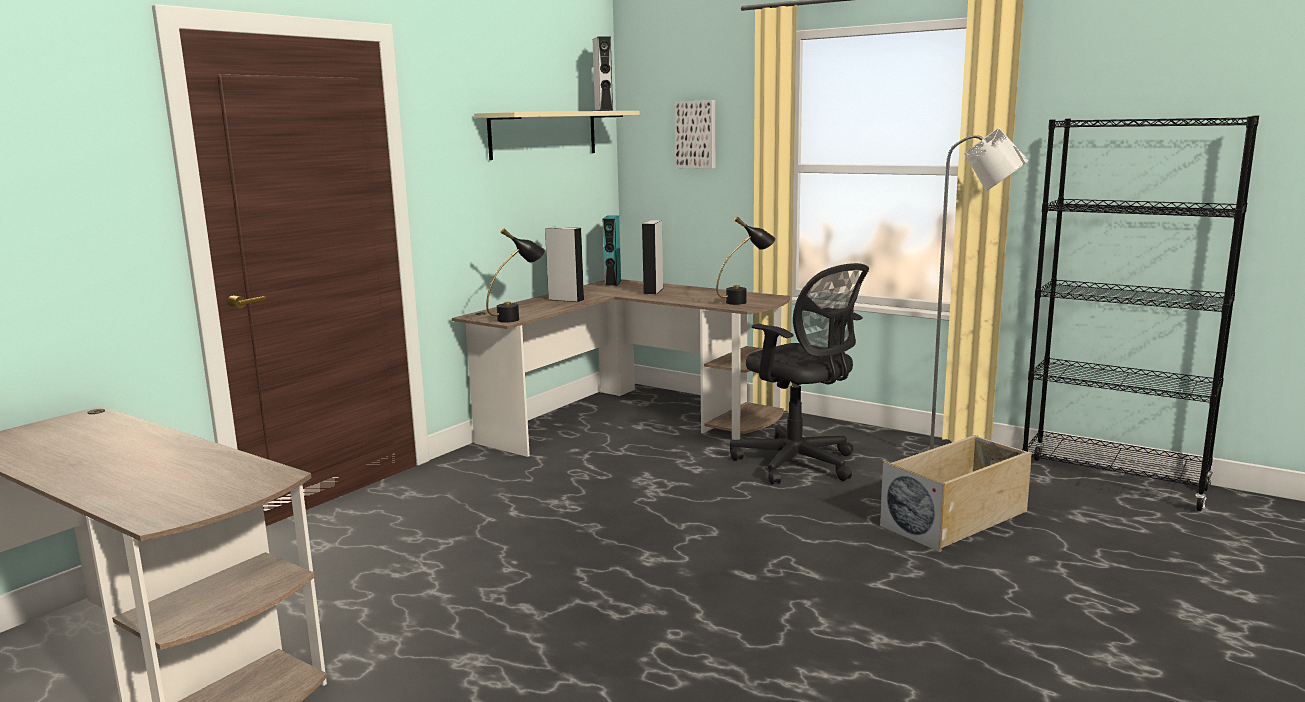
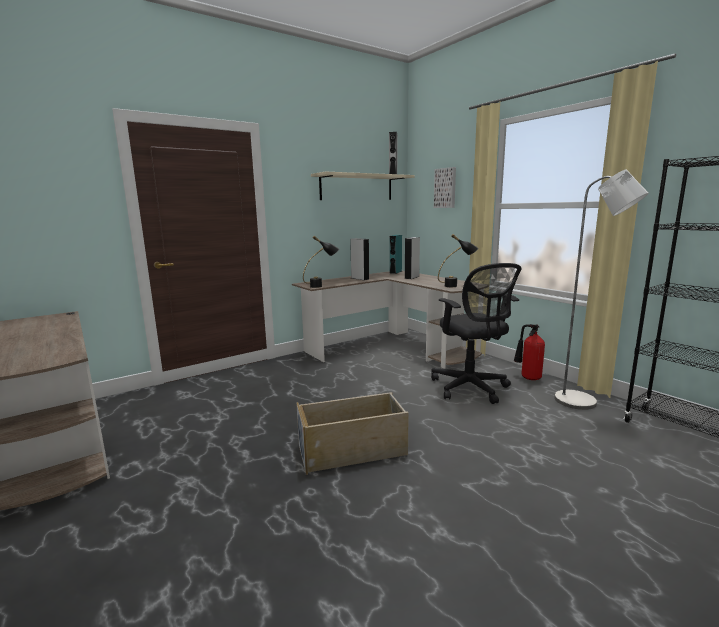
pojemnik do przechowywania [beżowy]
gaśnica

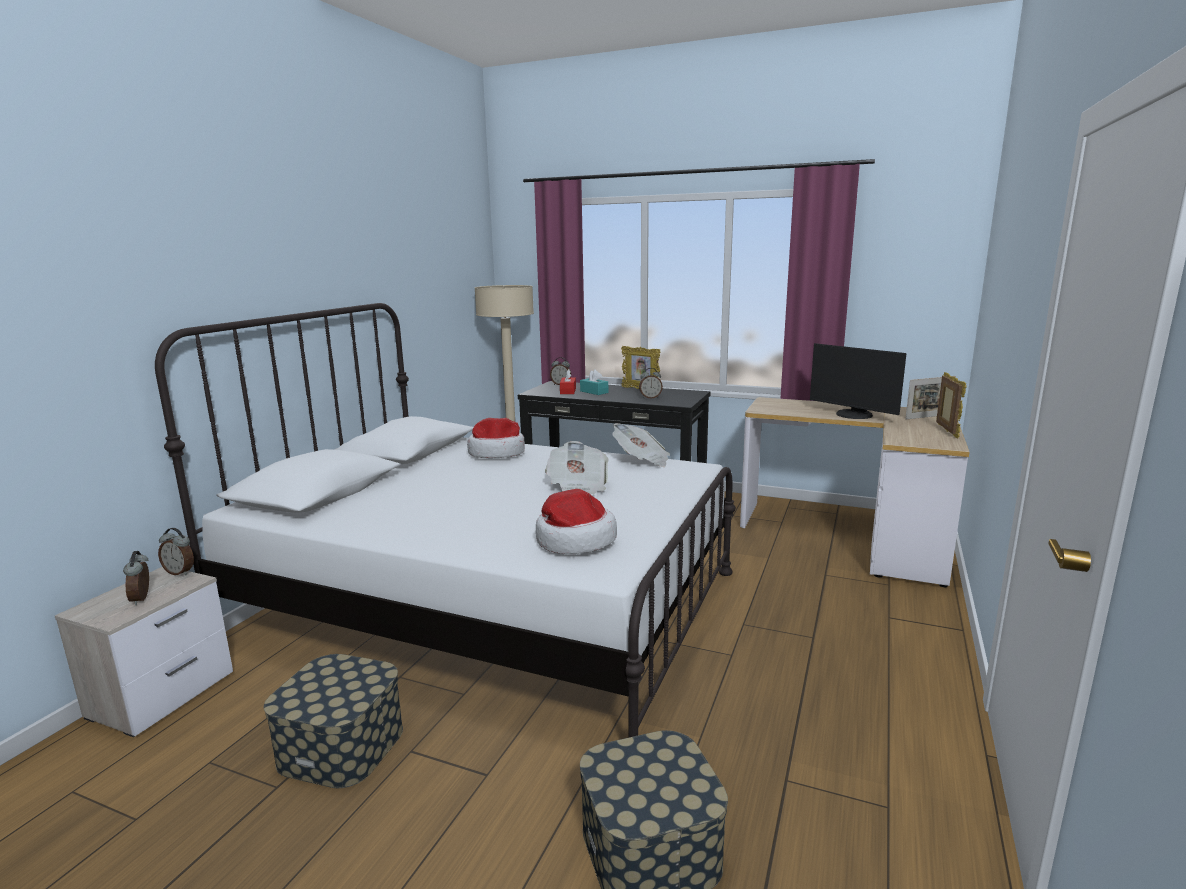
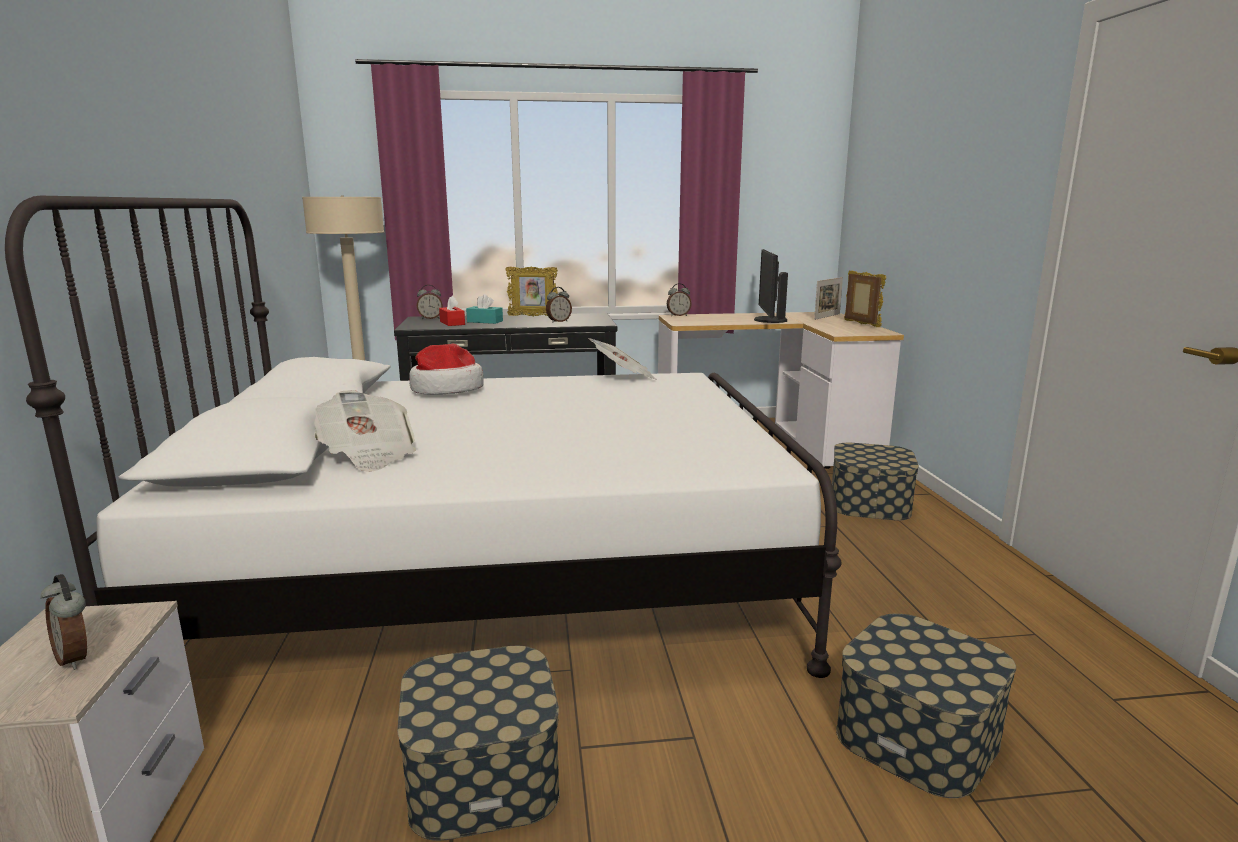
budzik (no. 4 from left)
kapelusz (no. 2 from left in the first image)
gazeta (no. 1 from left)
monitor
pojemnik do przechowywania (no. 2 from left)

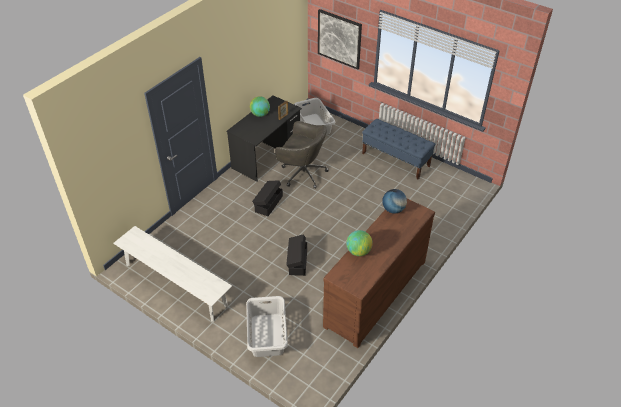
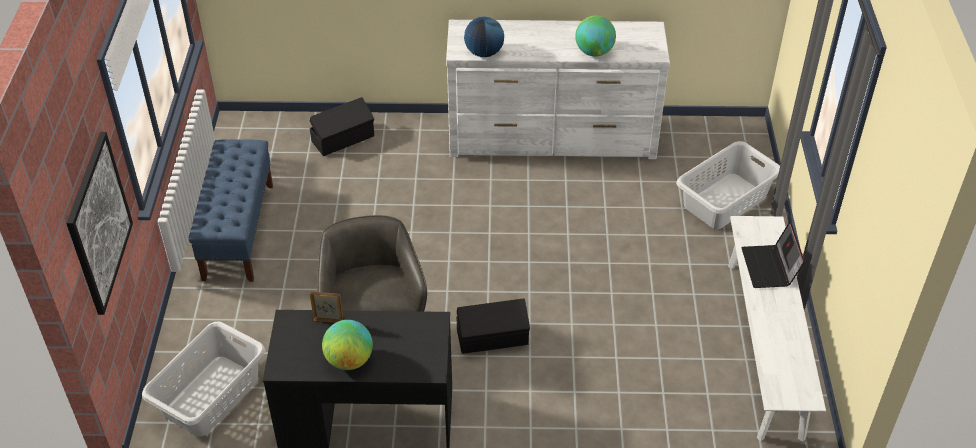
pojemnik do przechowywania [czarny] (no. 1 from left)
komoda [biały]
laptop

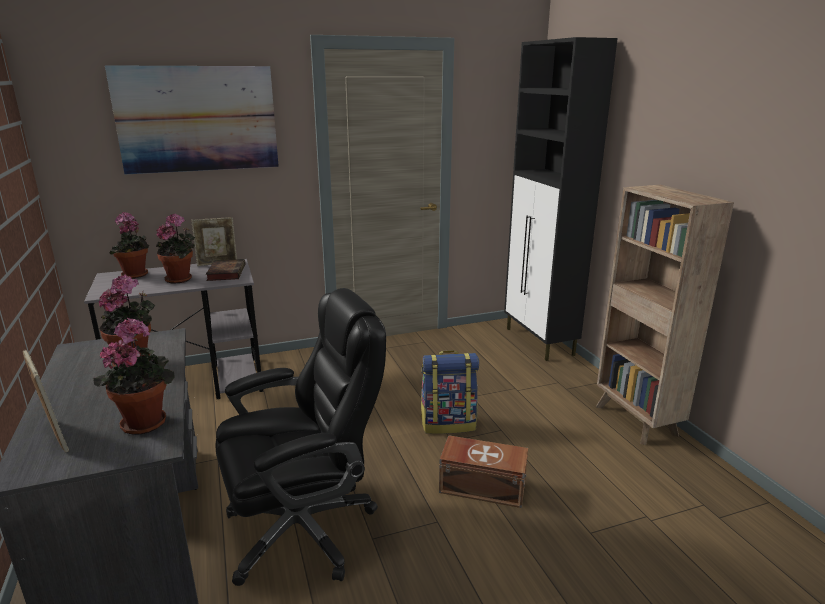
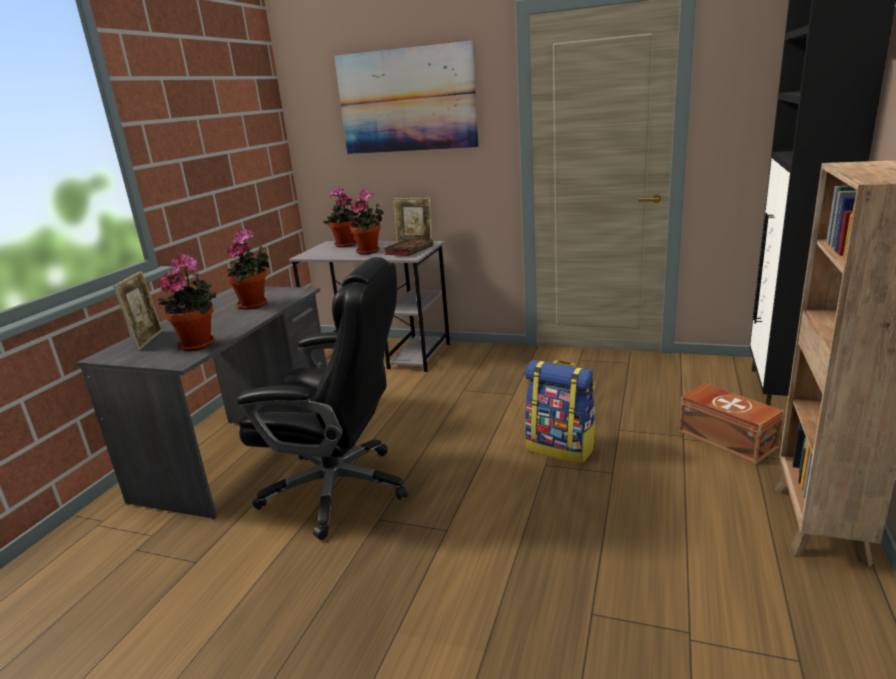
pojemnik do przechowywania [brązowy]

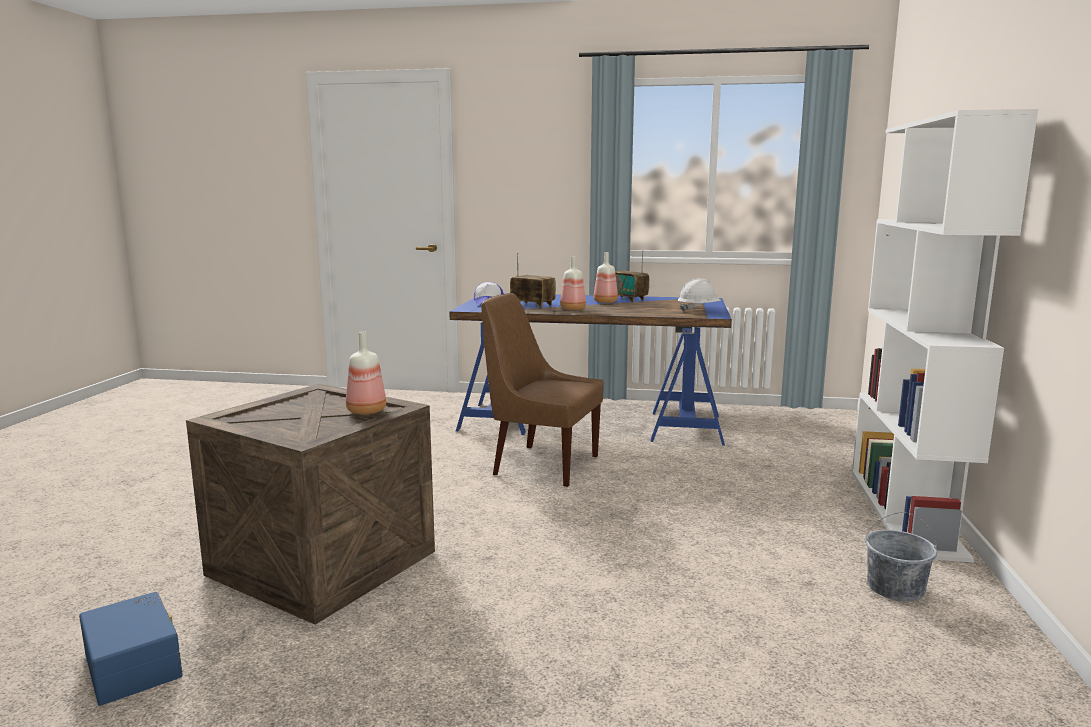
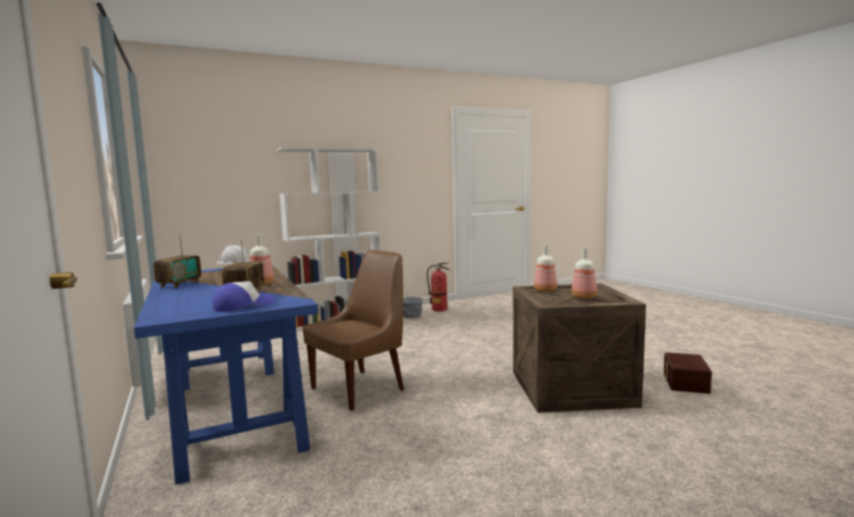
pojemnik do przechowywania [brązowy]
krzesło [brązowy]
butelka (no. 3 from left)
gaśnica

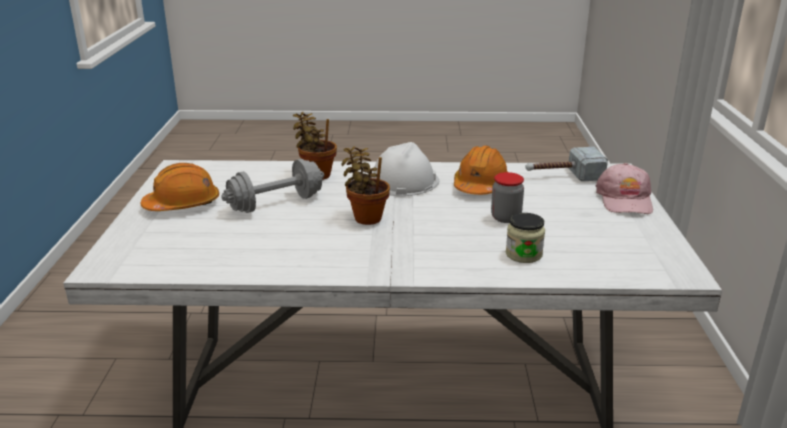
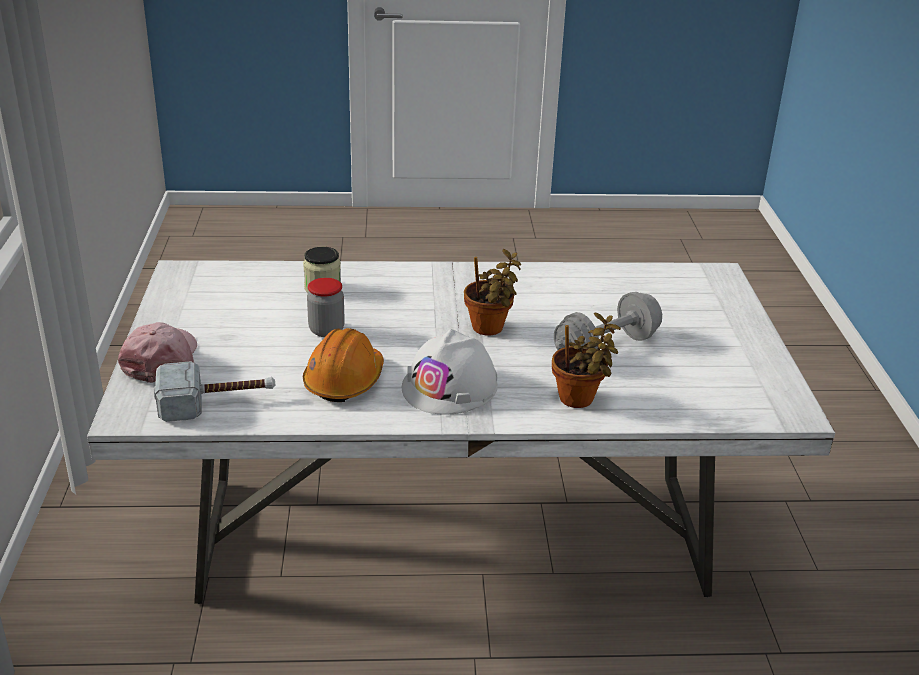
kask [pomarańczowy] (no. 1 from left in the first image)

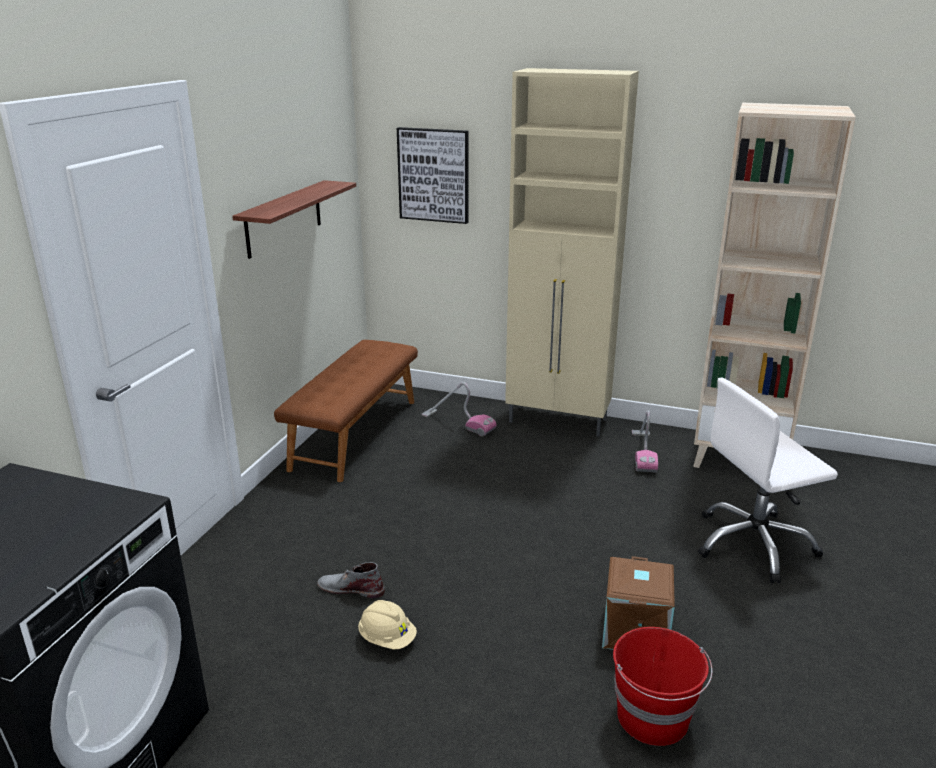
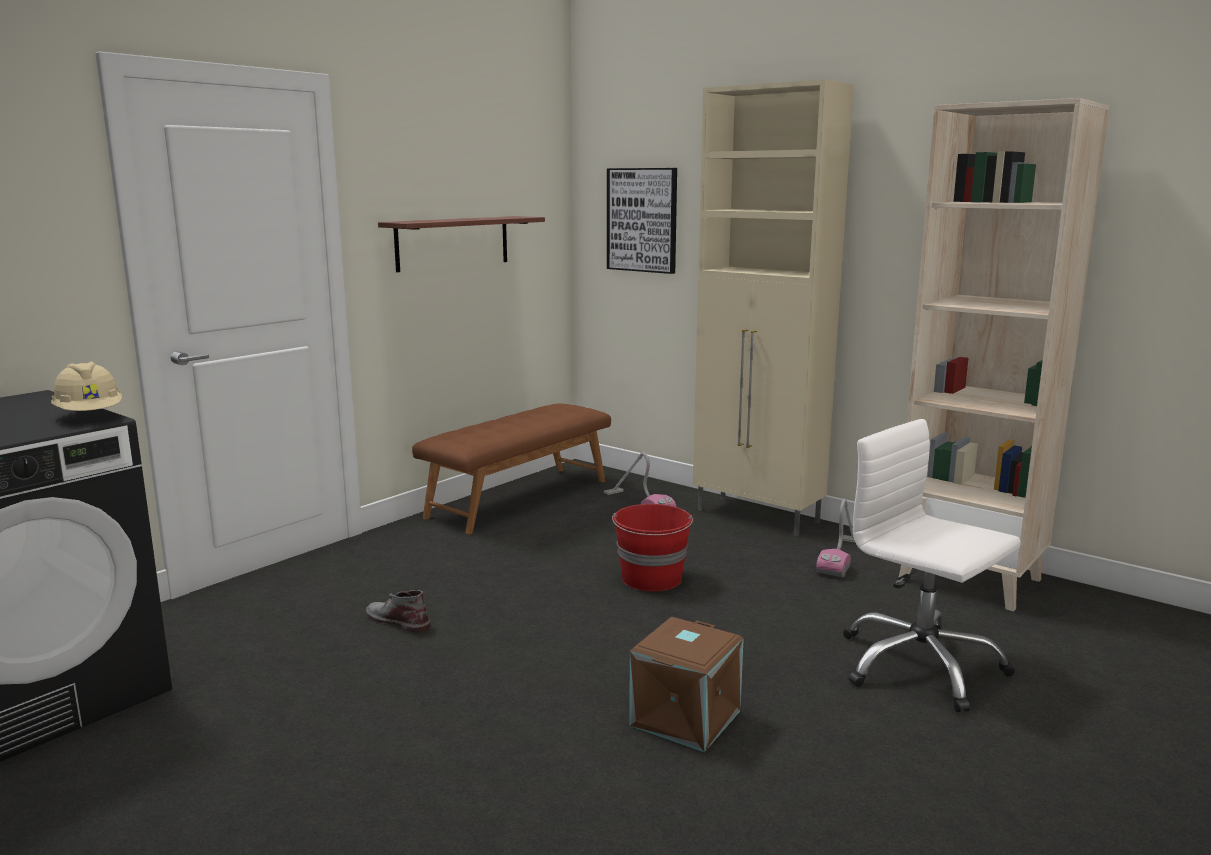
kask [beżowy]
wiadro [czerwony]
krzesło biurowe [biały]

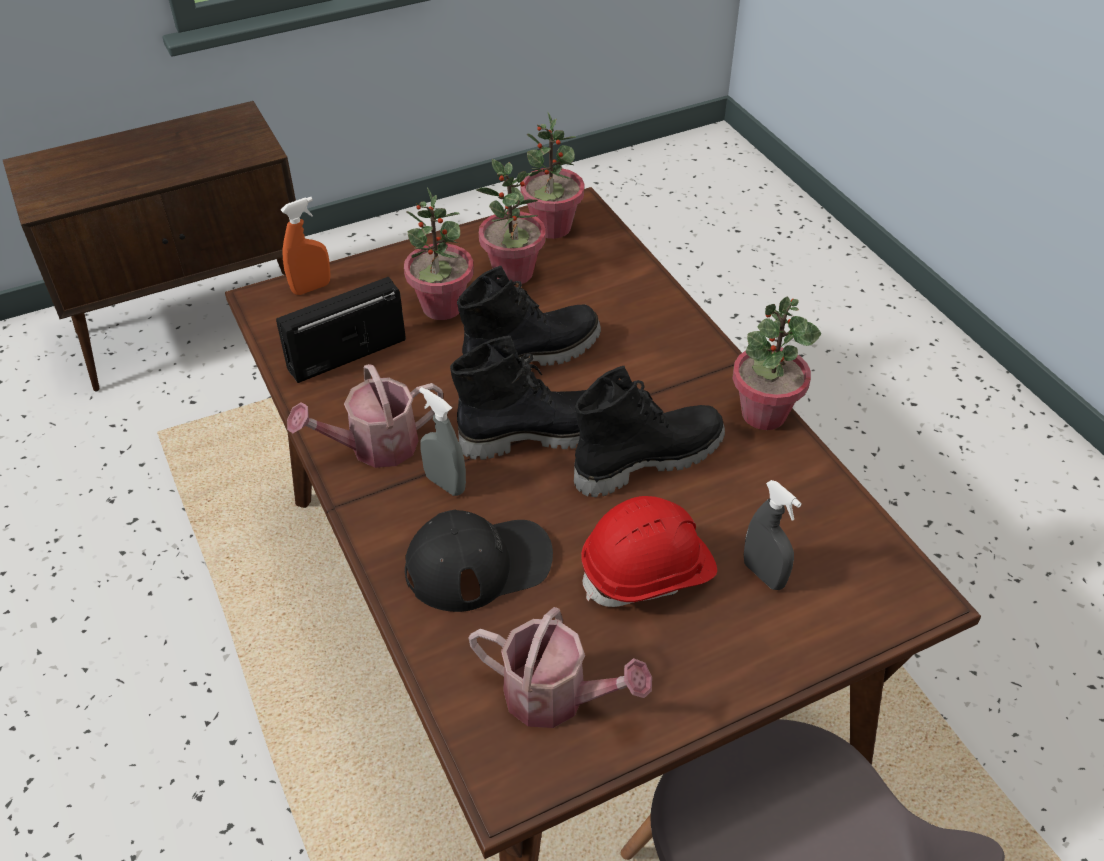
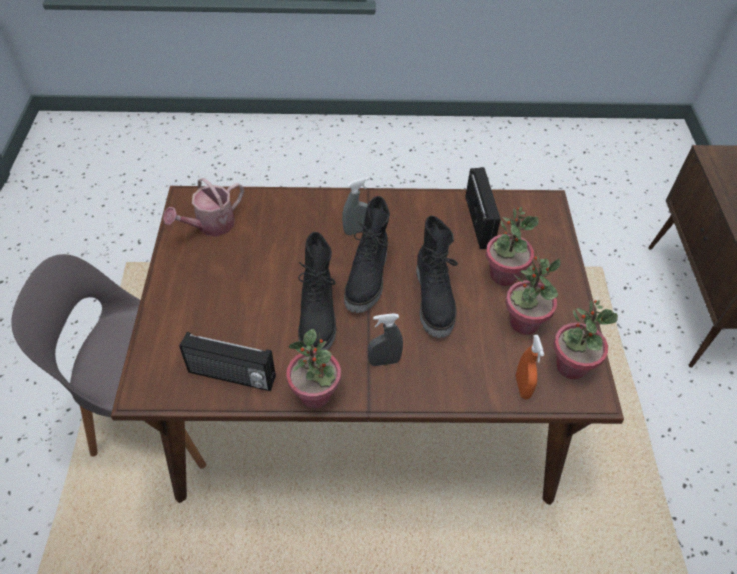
spryskiwacz [pomarańczowy]
konewka (no. 1 from left in the first image)
czapka z daszkiem [czarny]
kask [czerwony]
spryskiwacz [szary] (no. 2 from left)
radio (no. 1 from left)

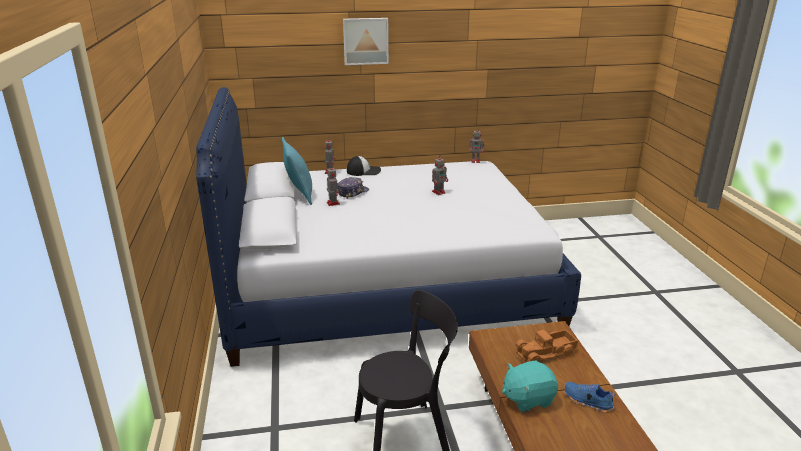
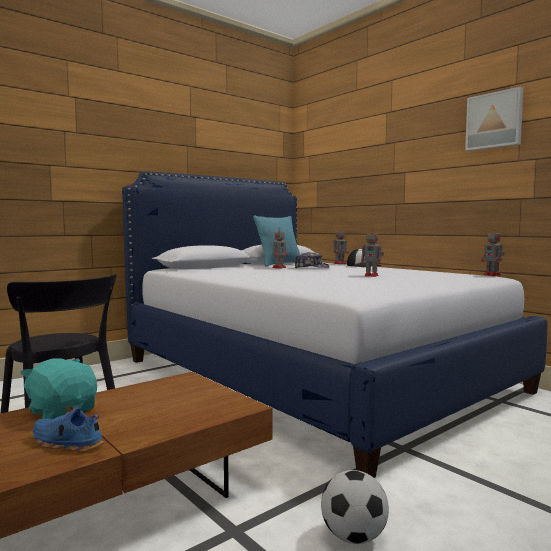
obraz
ciężarówka zabawkowa
but [niebieski]
piłka futbolowa

